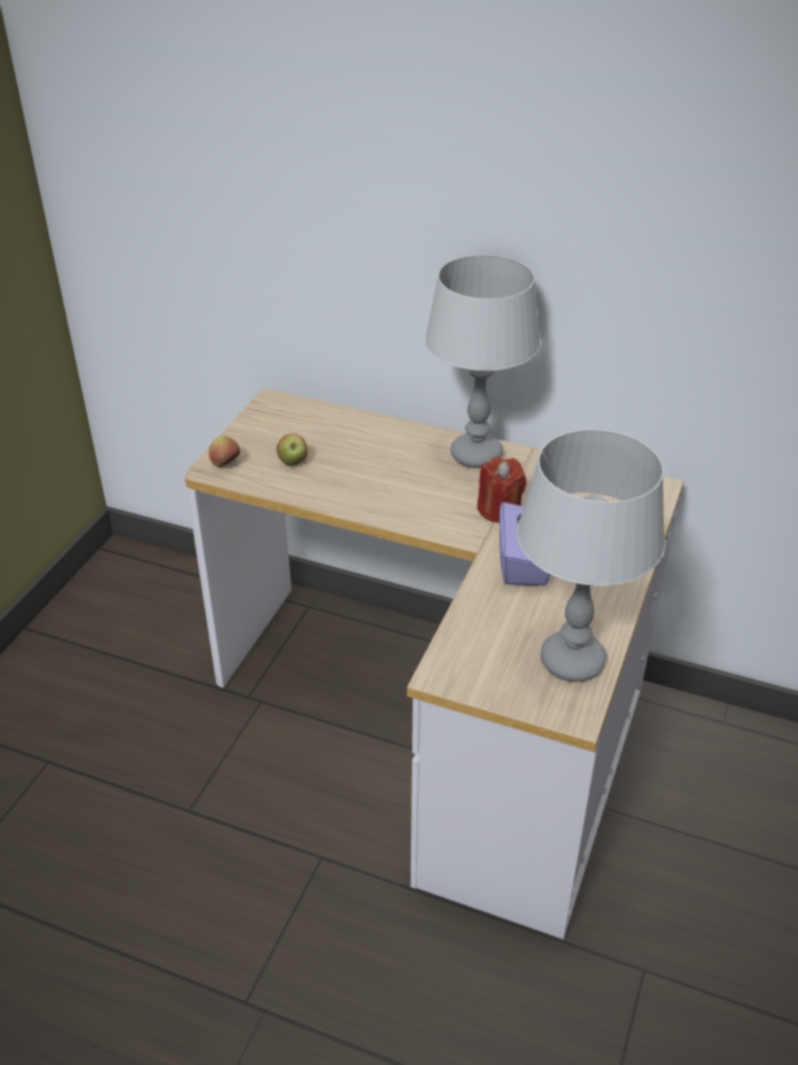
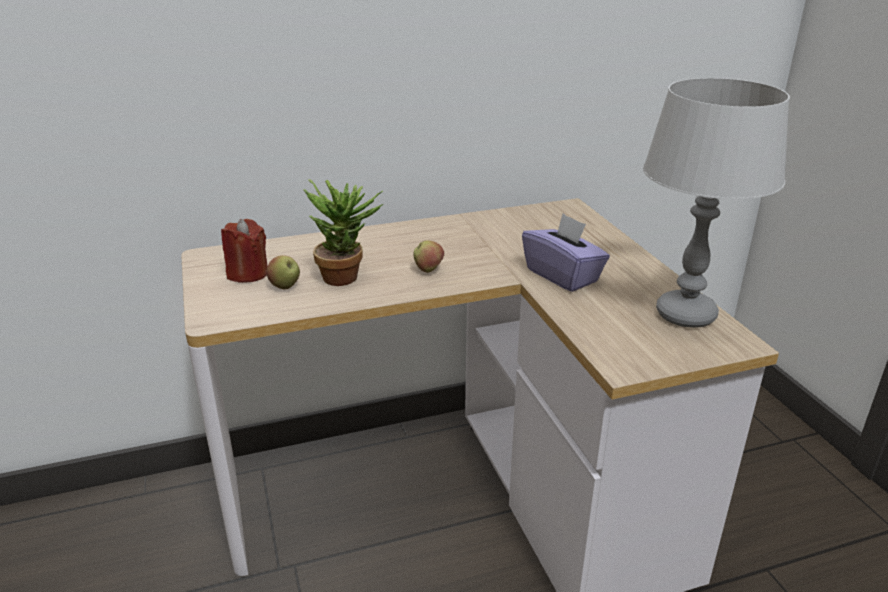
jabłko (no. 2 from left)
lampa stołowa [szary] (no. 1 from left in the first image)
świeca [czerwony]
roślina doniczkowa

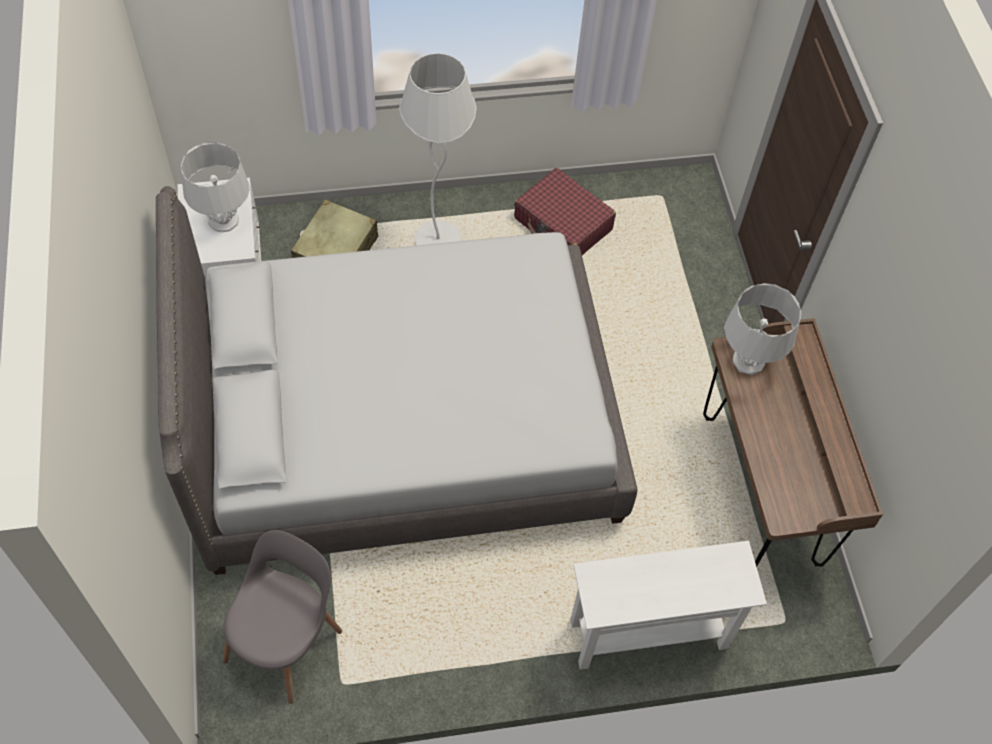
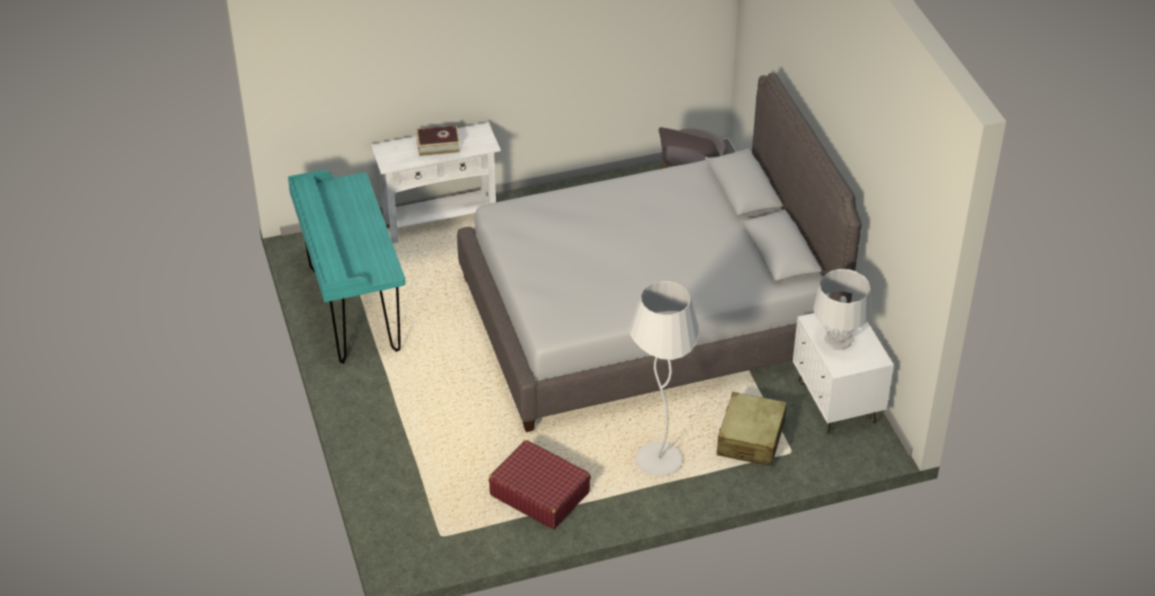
biurko [turkusowy]
lampa stołowa [szary] (no. 2 from left in the first image)
książka

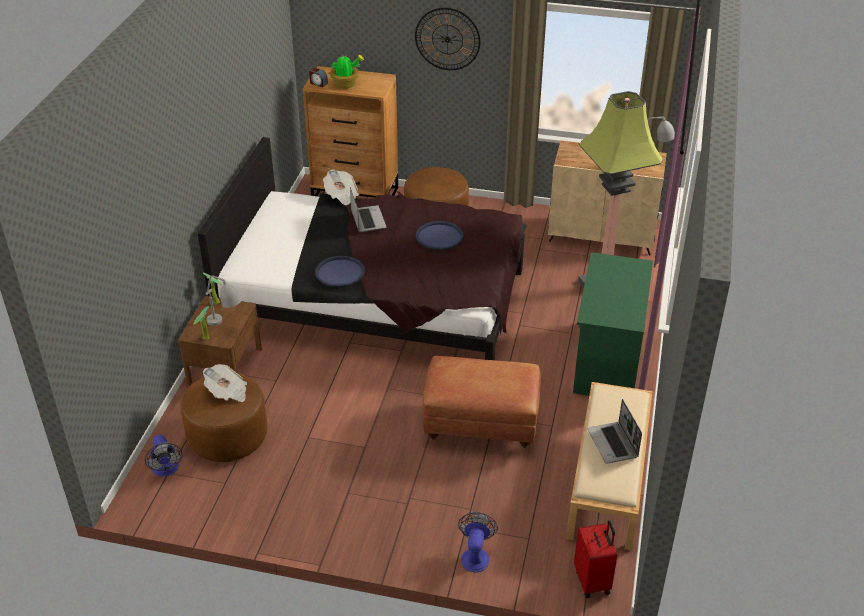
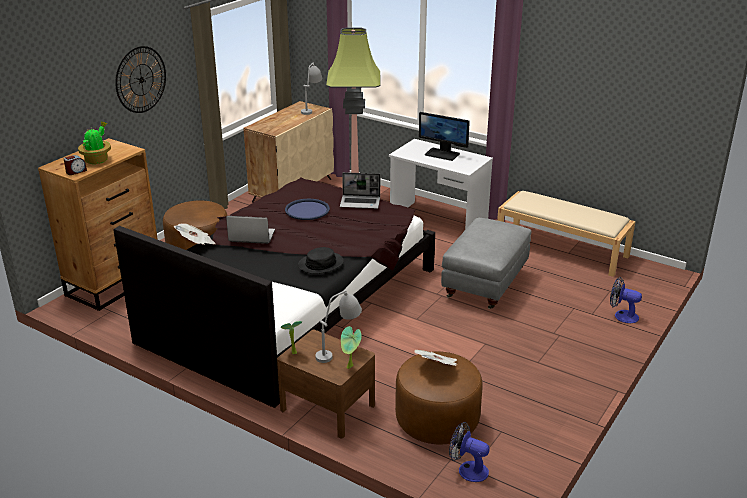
wentylator (no. 1 from left)
kapelusz [czarny]
pufa [szary]
biurko [biały]
walizka [czerwony]
laptop (no. 2 from left)
monitor

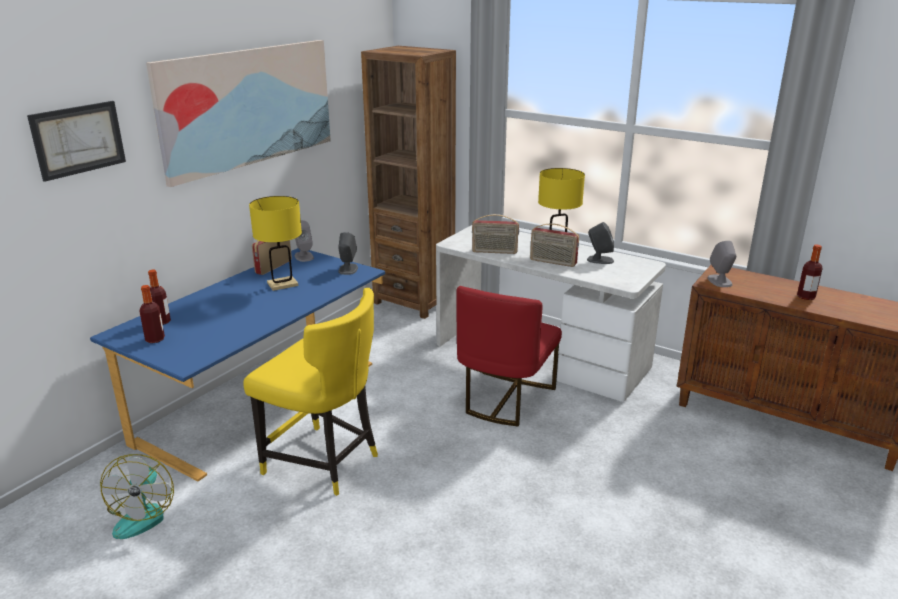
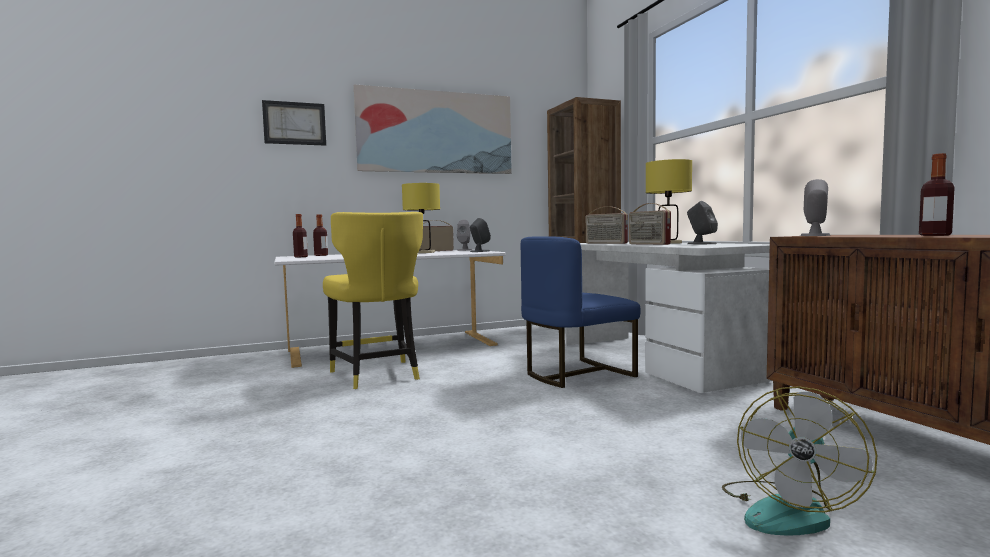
biurko [biały] (no. 1 from left)
wentylator
krzesło [niebieski]

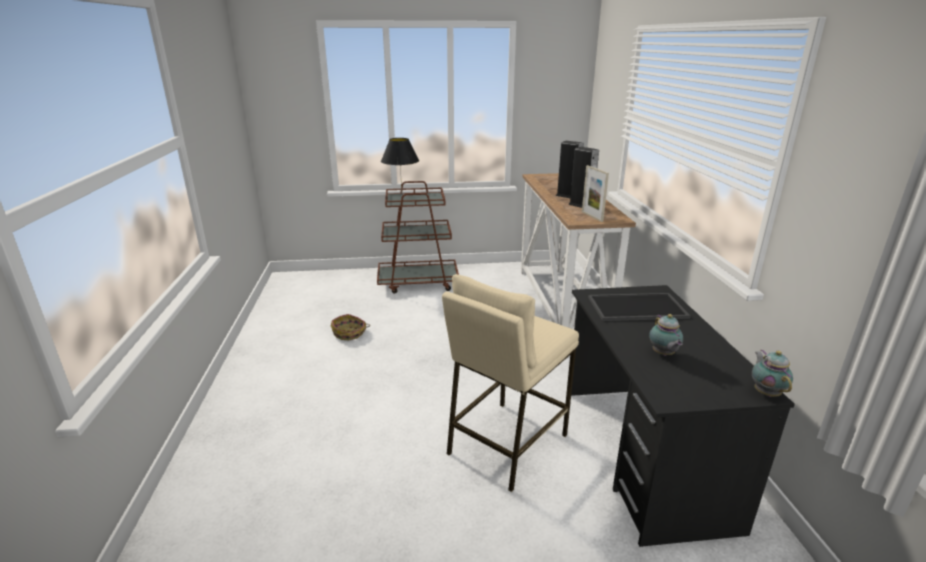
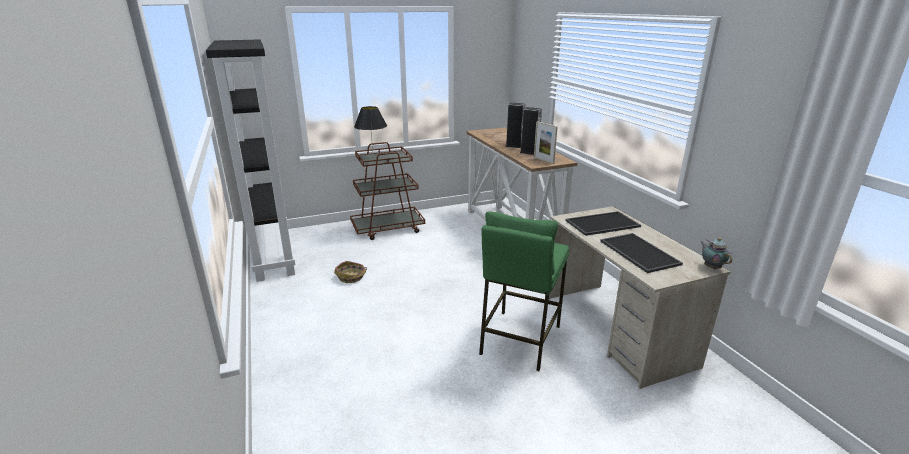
stołek [zielony]
biurko [beżowy]
taca (no. 2 from left)
regał [czarny]

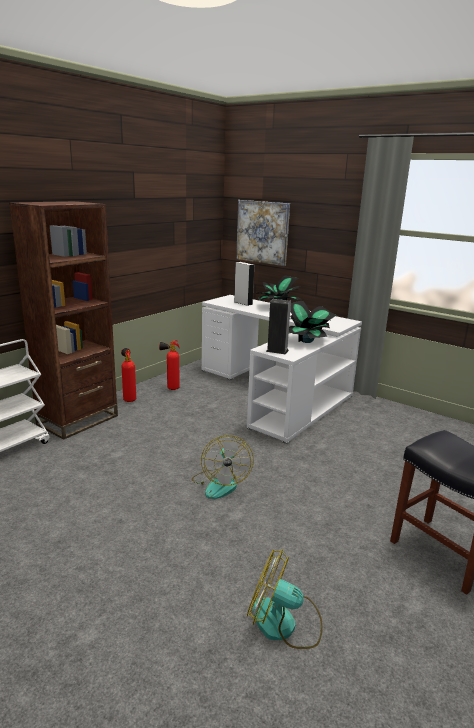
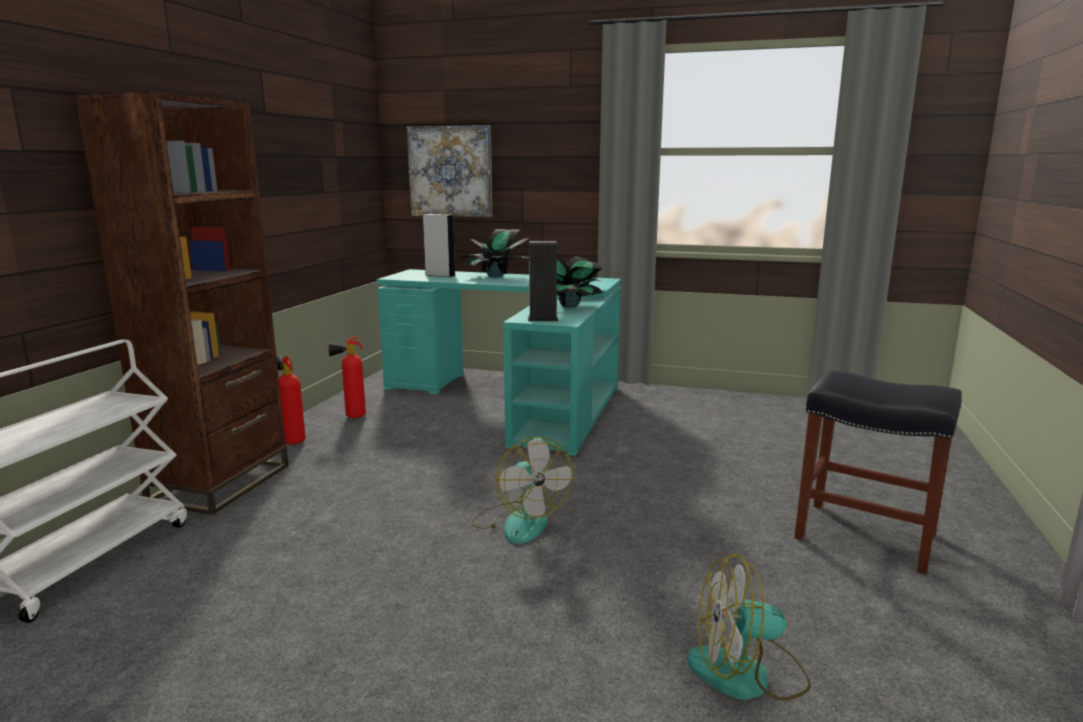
biurko [turkusowy]

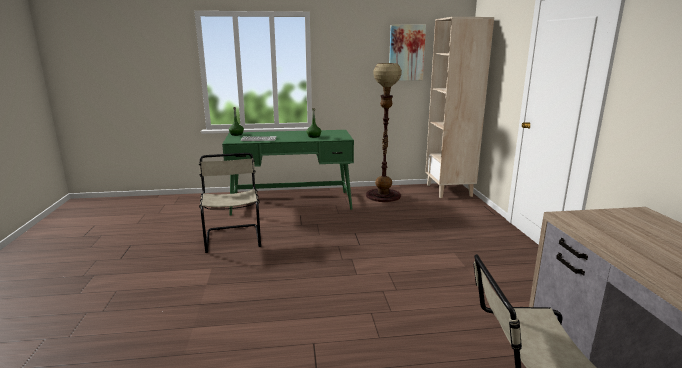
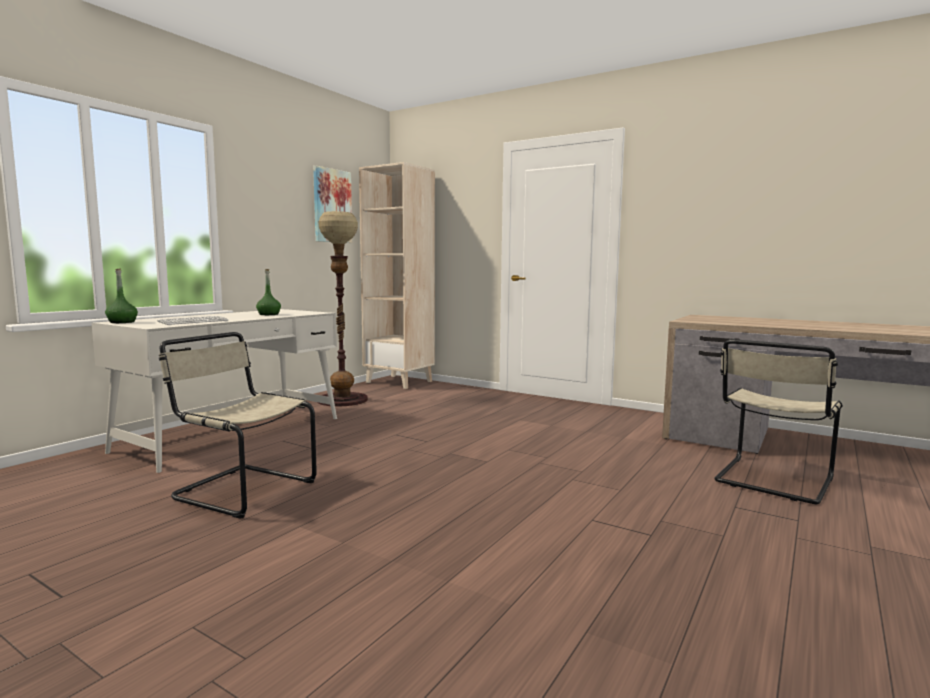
biurko [biały]

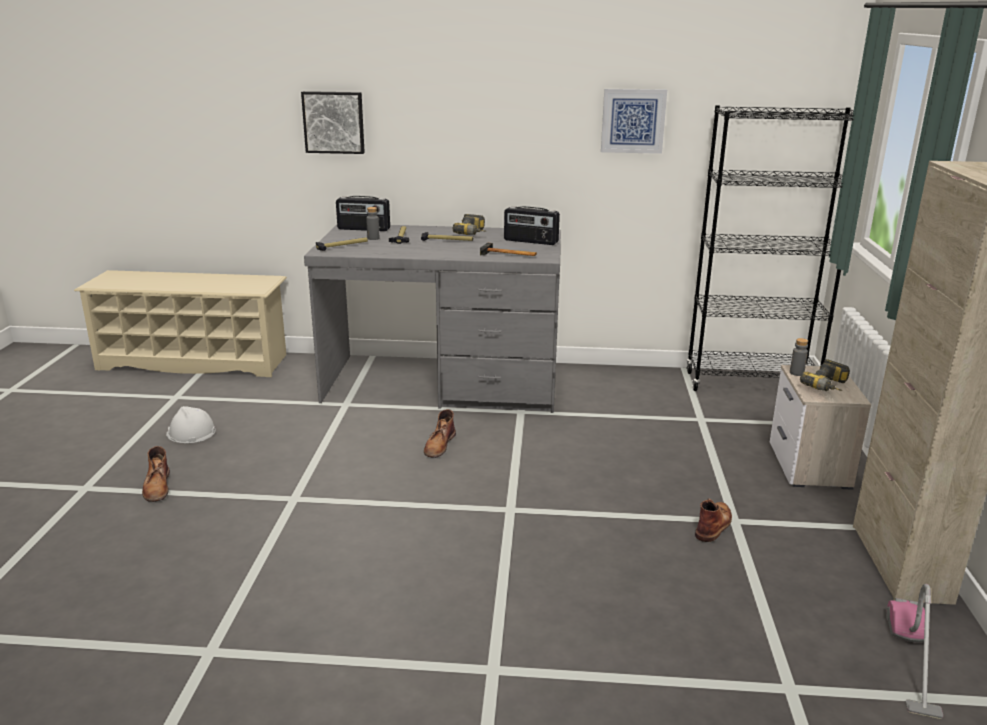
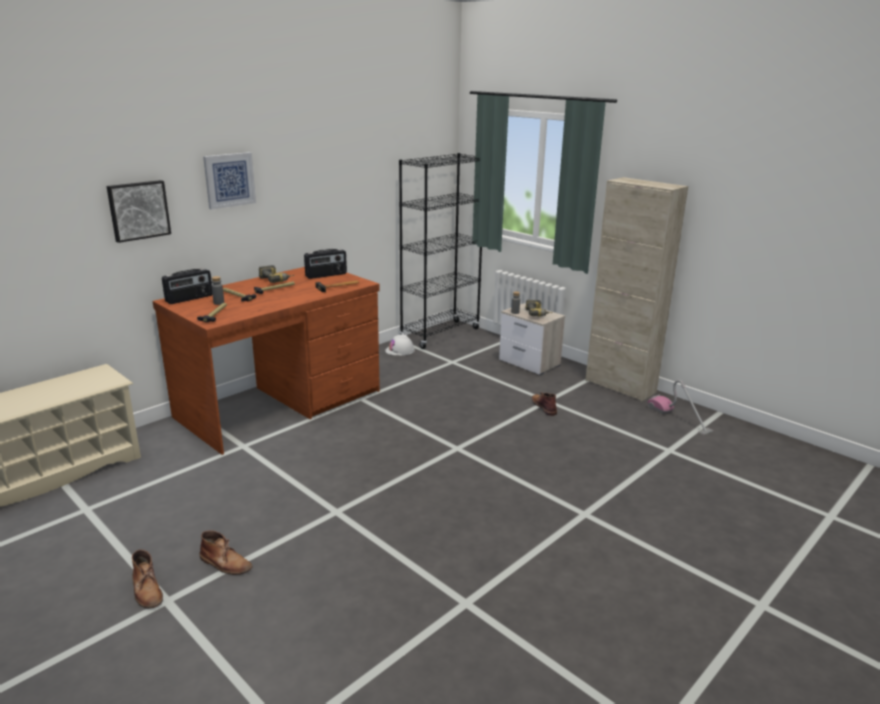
kask [biały]
biurko [brązowy]
but z cholewką [brązowy] (no. 1 from left)
obraz (no. 2 from left)

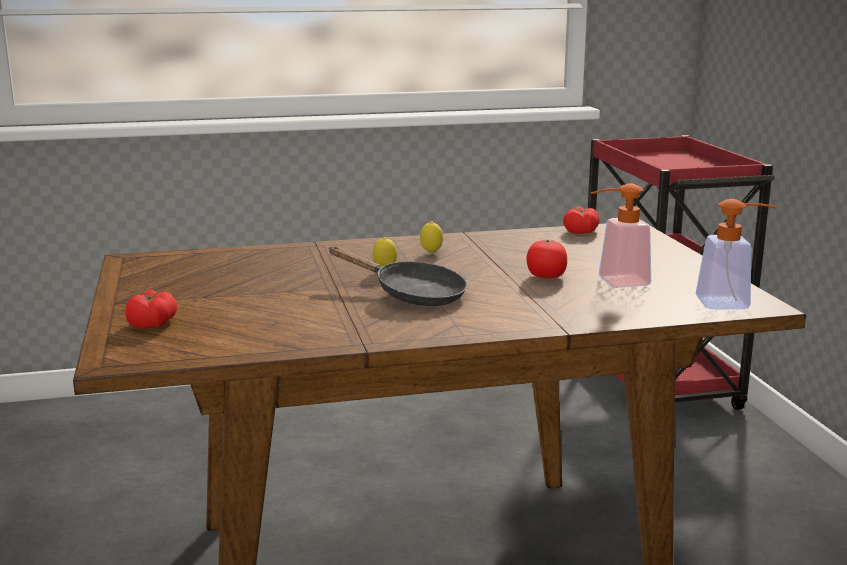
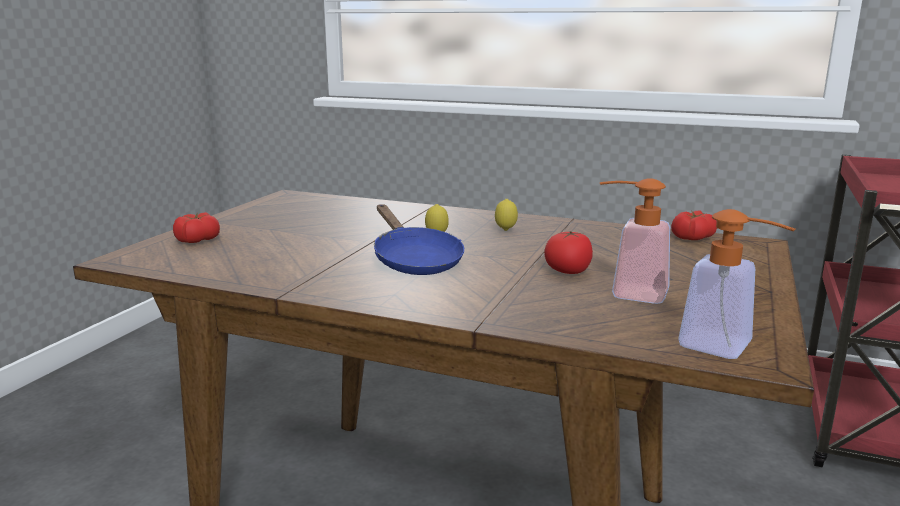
patelnia [niebieski]

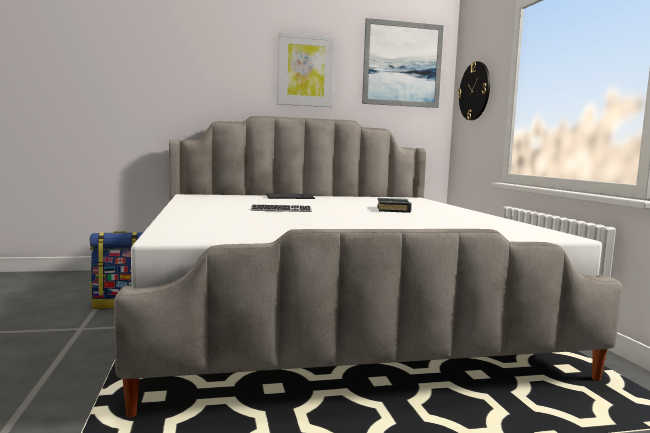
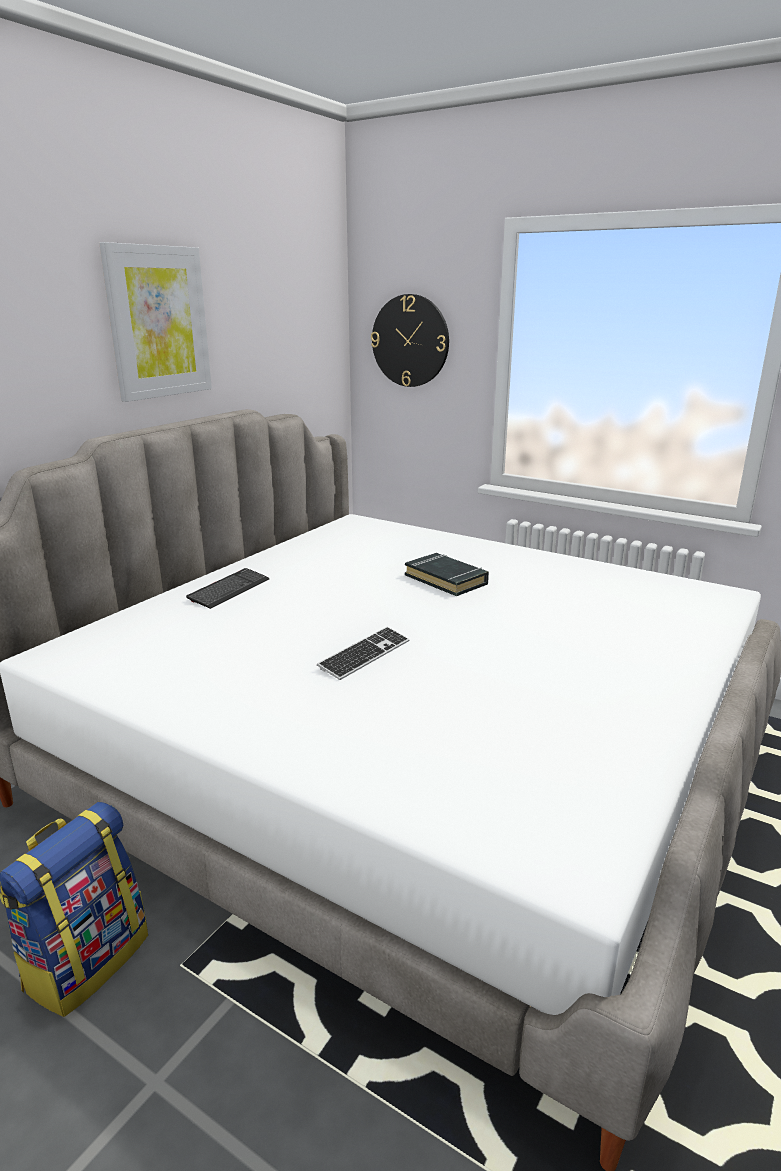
obraz (no. 2 from left in the first image)

